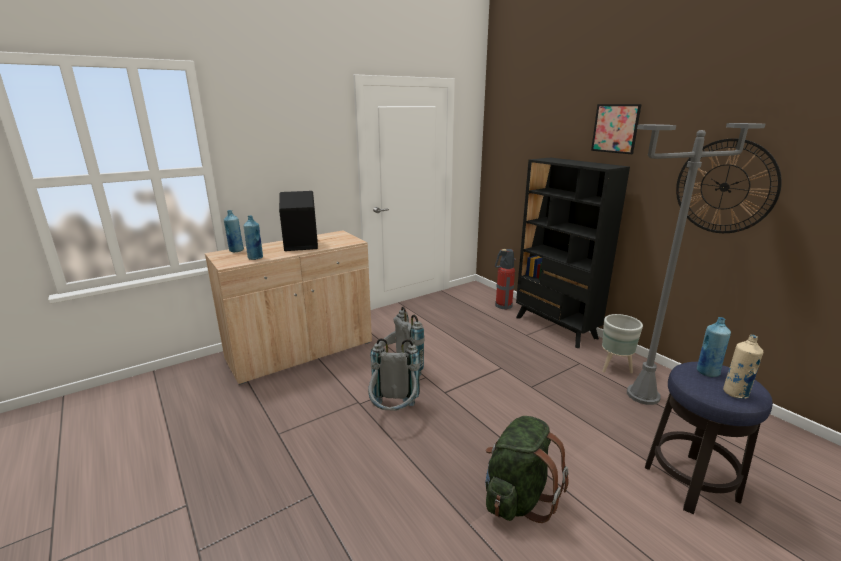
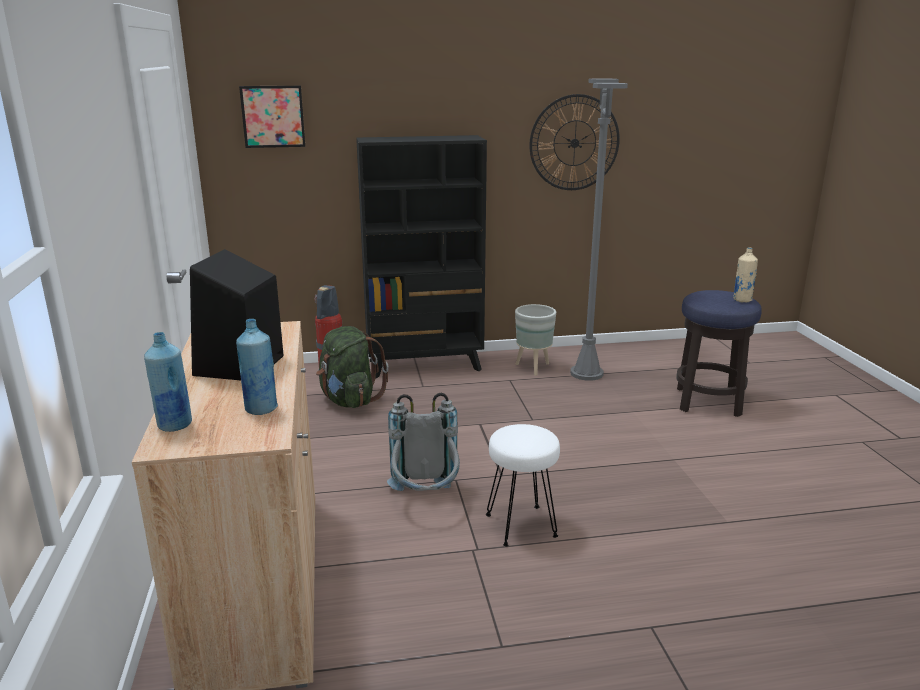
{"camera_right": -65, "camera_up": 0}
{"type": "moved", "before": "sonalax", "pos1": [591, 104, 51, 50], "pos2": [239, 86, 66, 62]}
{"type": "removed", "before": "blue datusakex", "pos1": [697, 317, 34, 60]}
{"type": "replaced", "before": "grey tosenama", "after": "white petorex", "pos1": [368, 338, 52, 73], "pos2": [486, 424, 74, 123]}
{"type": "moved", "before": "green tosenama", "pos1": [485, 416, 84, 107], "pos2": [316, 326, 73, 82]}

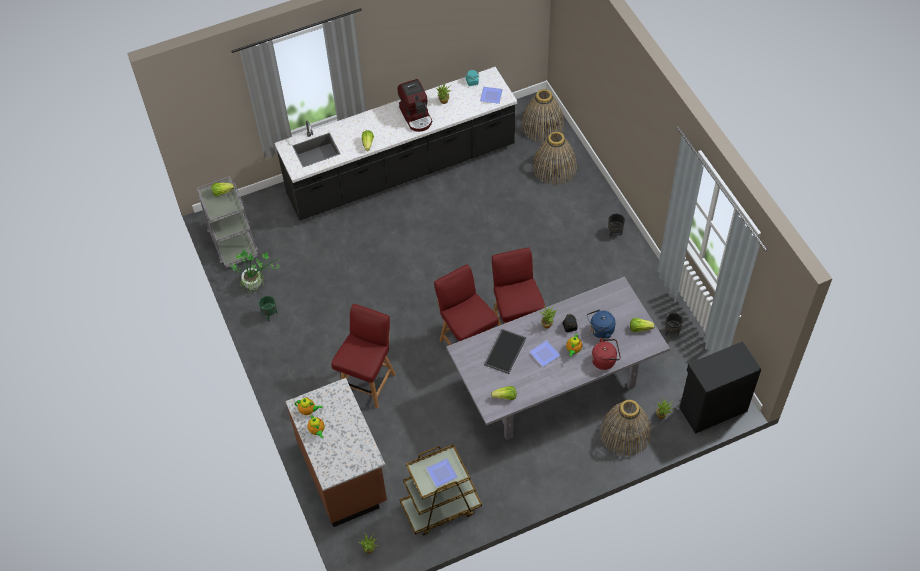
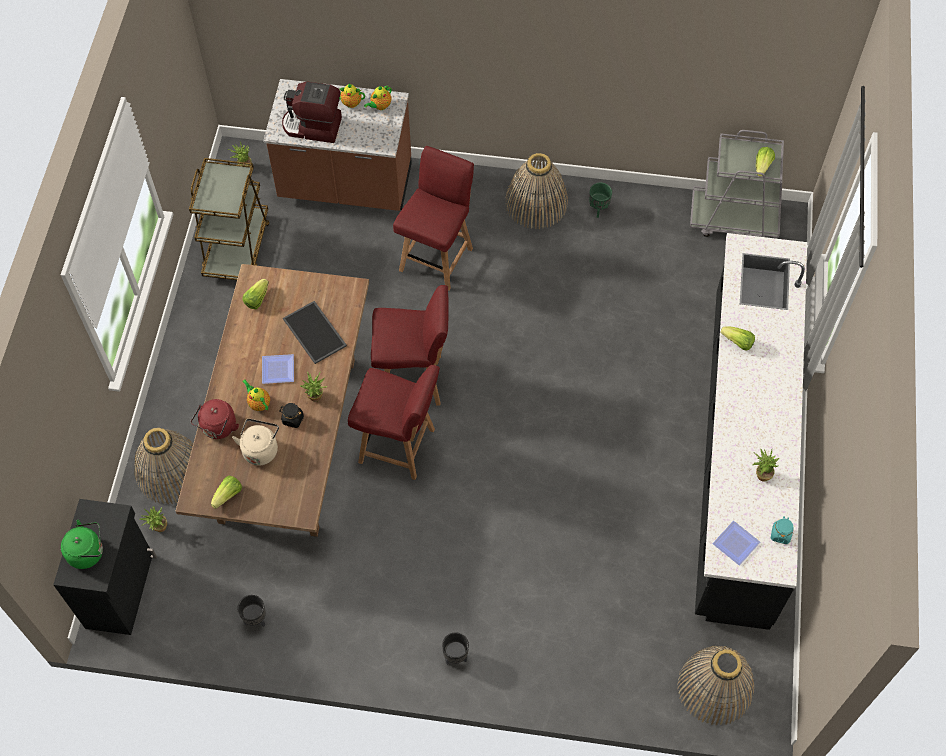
{"camera_right": 120, "camera_up": 5}
{"type": "moved", "before": "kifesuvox", "pos1": [398, 79, 34, 53], "pos2": [282, 82, 60, 61]}
{"type": "moved", "before": "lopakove", "pos1": [533, 132, 44, 54], "pos2": [505, 153, 63, 76]}
{"type": "removed", "before": "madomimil", "pos1": [230, 249, 50, 45]}
{"type": "recoloured", "before": "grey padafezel", "after": "brown padafezel", "pos1": [447, 277, 223, 163], "pos2": [176, 264, 193, 273]}
{"type": "turned", "before": "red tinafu", "pos1": [331, 304, 65, 105], "pos2": [393, 146, 81, 145], "turn": -120}
{"type": "recoloured", "before": "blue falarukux", "after": "beige falarukux", "pos1": [587, 309, 28, 29], "pos2": [232, 419, 47, 47]}
{"type": "removed", "before": "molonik", "pos1": [426, 458, 32, 29]}
{"type": "added", "after": "green falarukux", "pos2": [61, 520, 42, 49]}

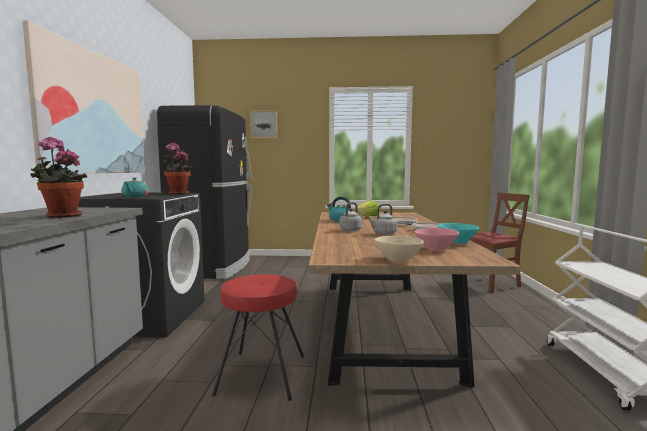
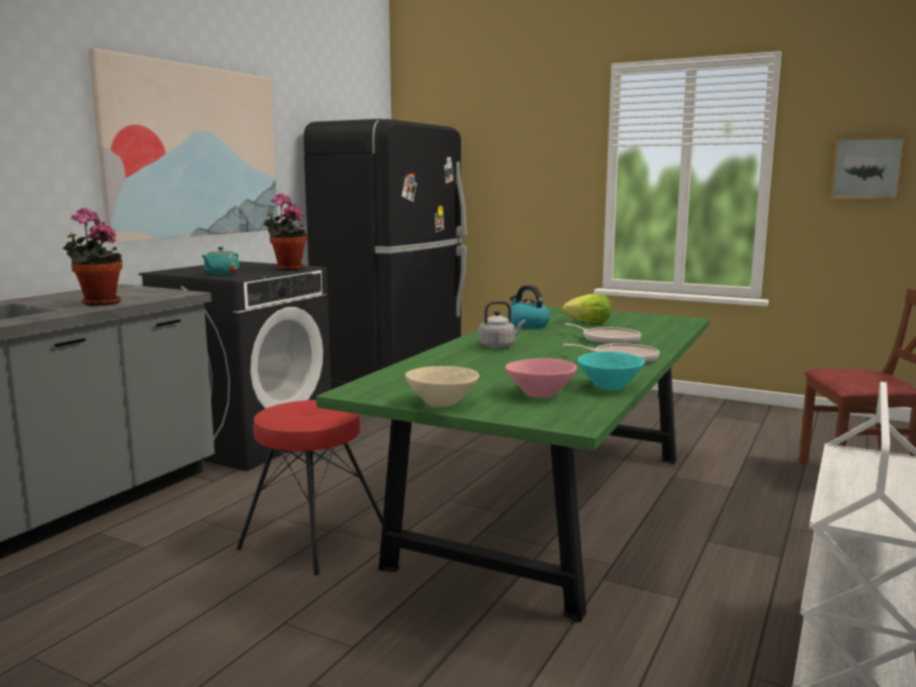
{"camera_right": 25, "camera_up": 5}
{"type": "moved", "before": "sonalax", "pos1": [250, 110, 28, 29], "pos2": [831, 136, 75, 63]}
{"type": "removed", "before": "grey falarukux", "pos1": [368, 204, 30, 31]}
{"type": "recoloured", "before": "brown padafezel", "after": "green padafezel", "pos1": [308, 212, 213, 175], "pos2": [316, 306, 394, 316]}

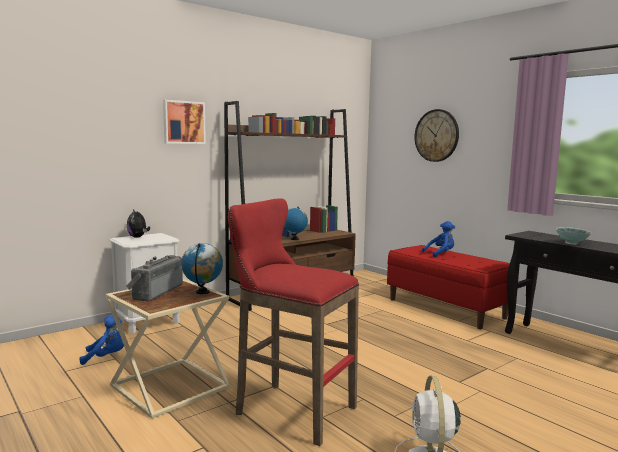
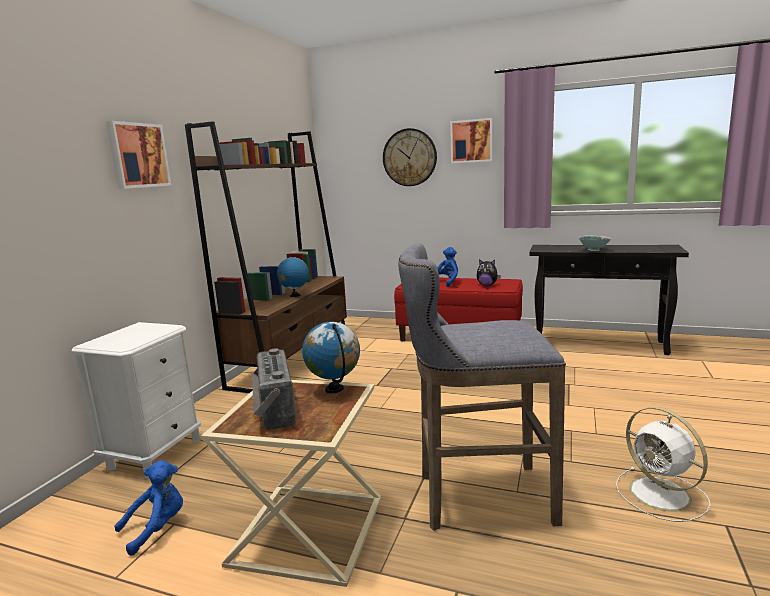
{"camera_right": -30, "camera_up": 5}
{"type": "recoloured", "before": "red petorex", "after": "grey petorex", "pos1": [228, 198, 131, 248], "pos2": [398, 243, 168, 288]}
{"type": "moved", "before": "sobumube", "pos1": [127, 209, 23, 29], "pos2": [477, 259, 24, 27]}
{"type": "added", "after": "sonalax", "pos2": [450, 118, 43, 45]}

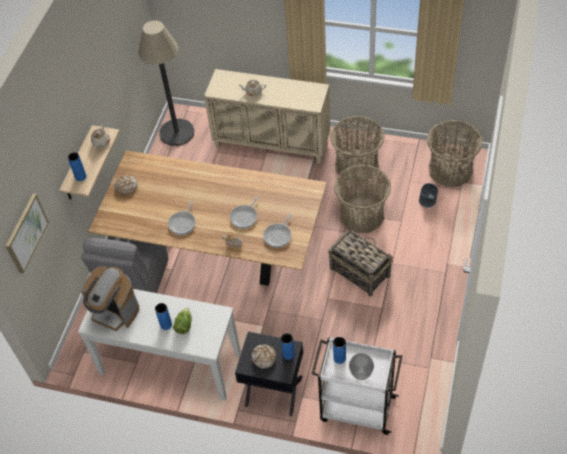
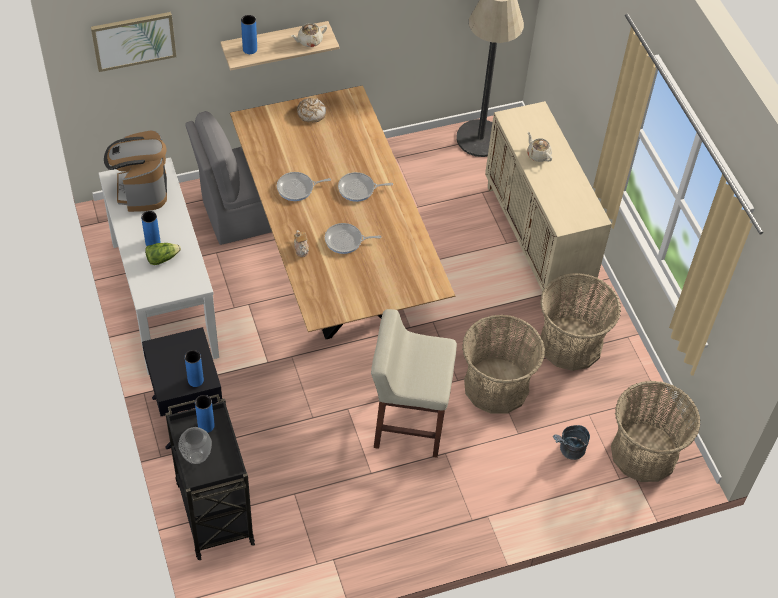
{"camera_right": 50, "camera_up": 0}
{"type": "moved", "before": "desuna", "pos1": [263, 214, 28, 33], "pos2": [338, 172, 55, 30]}
{"type": "replaced", "before": "lopakove", "after": "beige petorex", "pos1": [328, 227, 65, 70], "pos2": [371, 309, 86, 149]}
{"type": "recoloured", "before": "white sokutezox", "after": "black sokutezox", "pos1": [312, 337, 90, 98], "pos2": [165, 394, 90, 166]}
{"type": "removed", "before": "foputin", "pos1": [251, 345, 25, 24]}

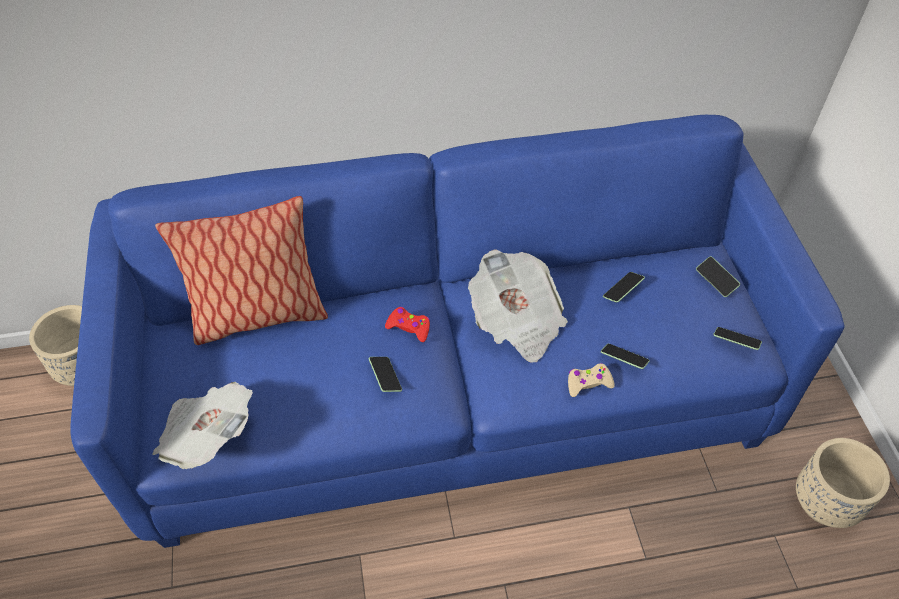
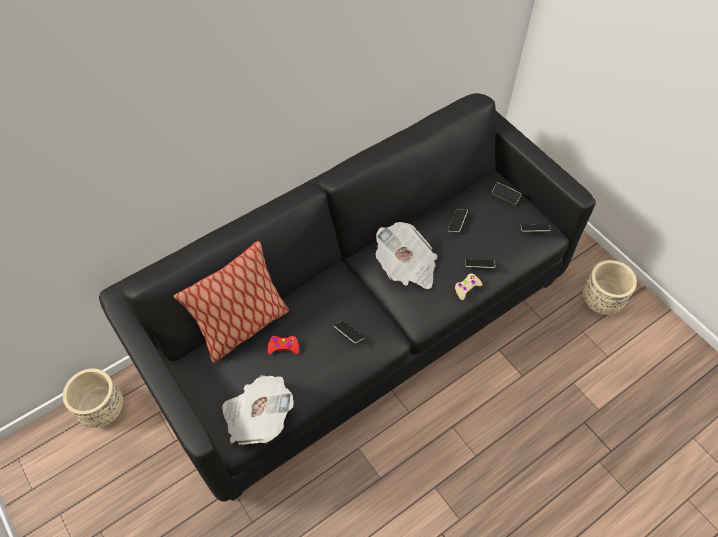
{"camera_right": -25, "camera_up": 5}
{"type": "recoloured", "before": "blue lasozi", "after": "black lasozi", "pos1": [70, 115, 775, 433], "pos2": [99, 93, 497, 409]}
{"type": "moved", "before": "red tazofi", "pos1": [385, 307, 45, 35], "pos2": [267, 336, 32, 18]}

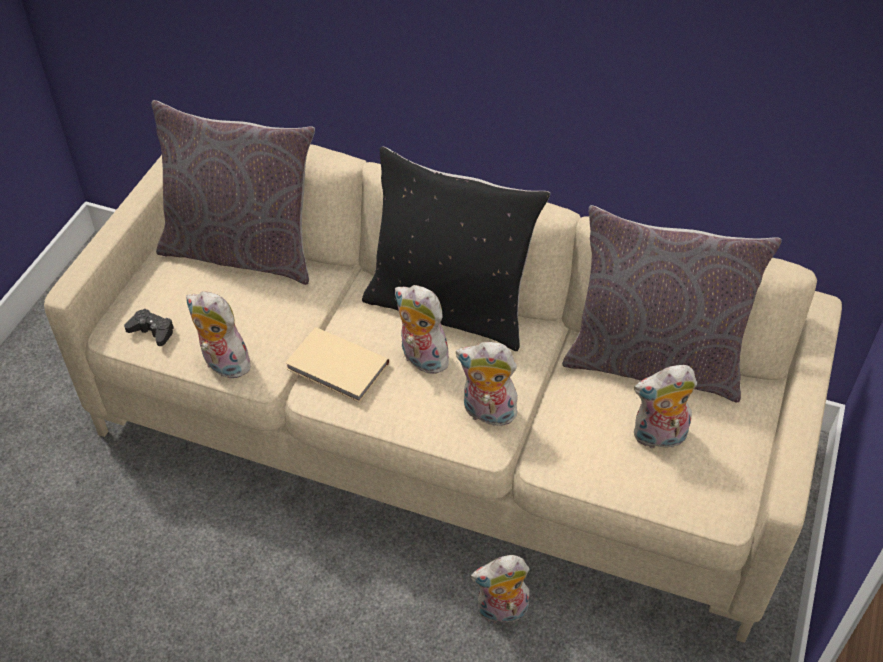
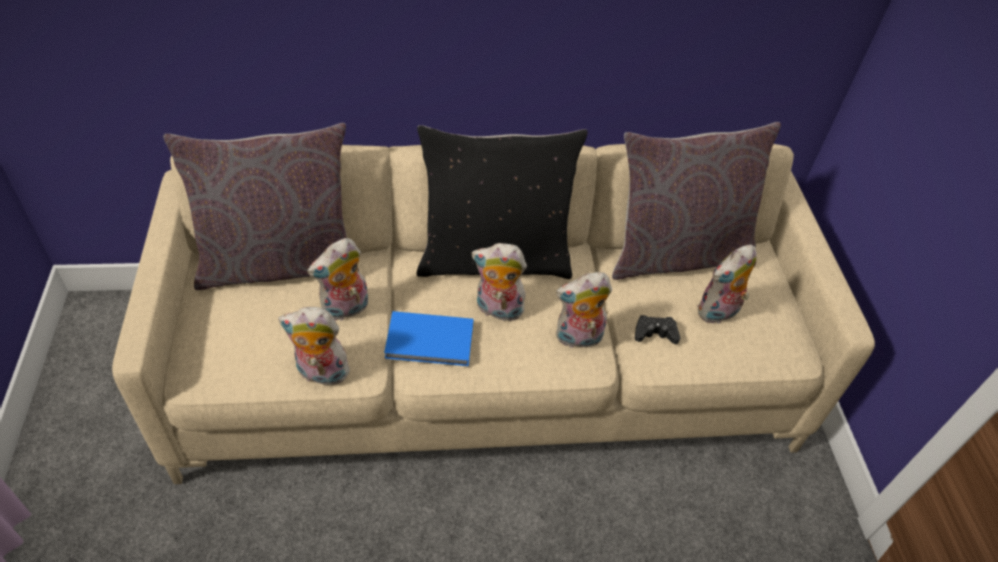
{"camera_right": -30, "camera_up": 0}
{"type": "moved", "before": "black tazofi", "pos1": [124, 308, 50, 38], "pos2": [635, 315, 45, 29]}
{"type": "recoloured", "before": "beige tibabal", "after": "blue tibabal", "pos1": [285, 327, 104, 76], "pos2": [384, 311, 90, 55]}
{"type": "moved", "before": "sobumube", "pos1": [471, 555, 59, 68], "pos2": [307, 238, 61, 84]}

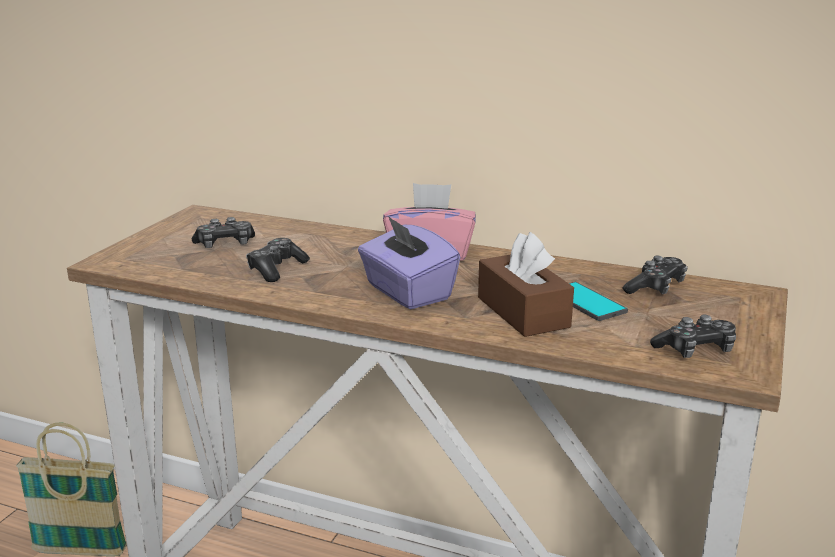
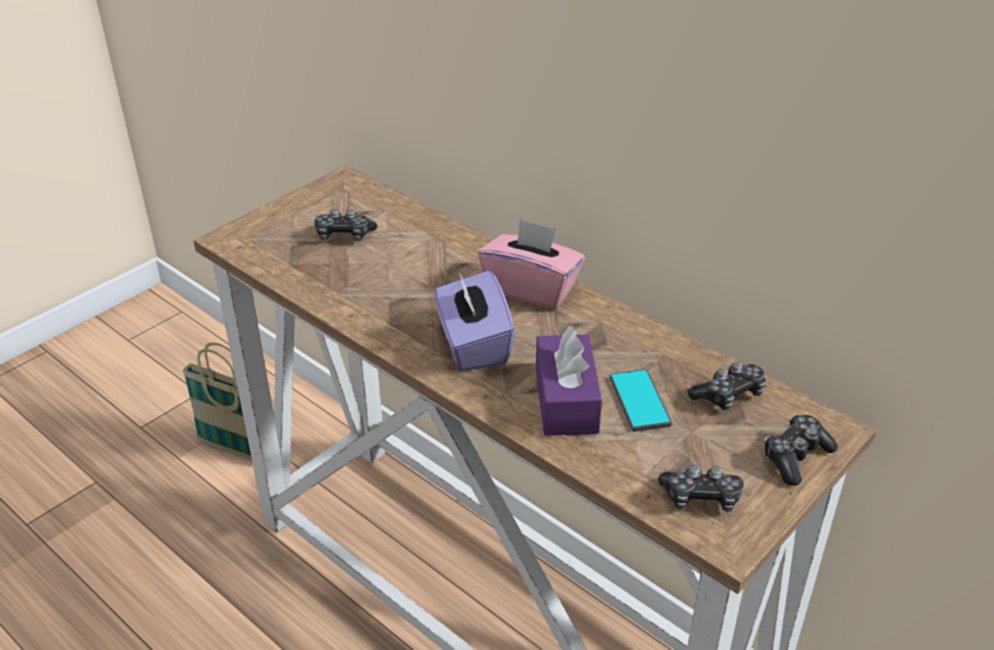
{"camera_right": 20, "camera_up": 15}
{"type": "recoloured", "before": "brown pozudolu", "after": "purple pozudolu", "pos1": [478, 232, 96, 105], "pos2": [536, 326, 66, 110]}
{"type": "moved", "before": "tazofi", "pos1": [246, 238, 64, 44], "pos2": [764, 415, 74, 71]}

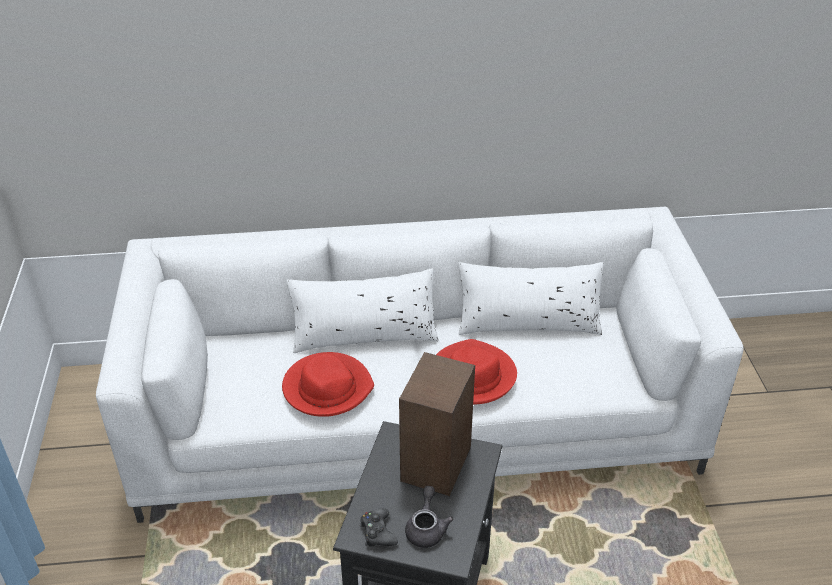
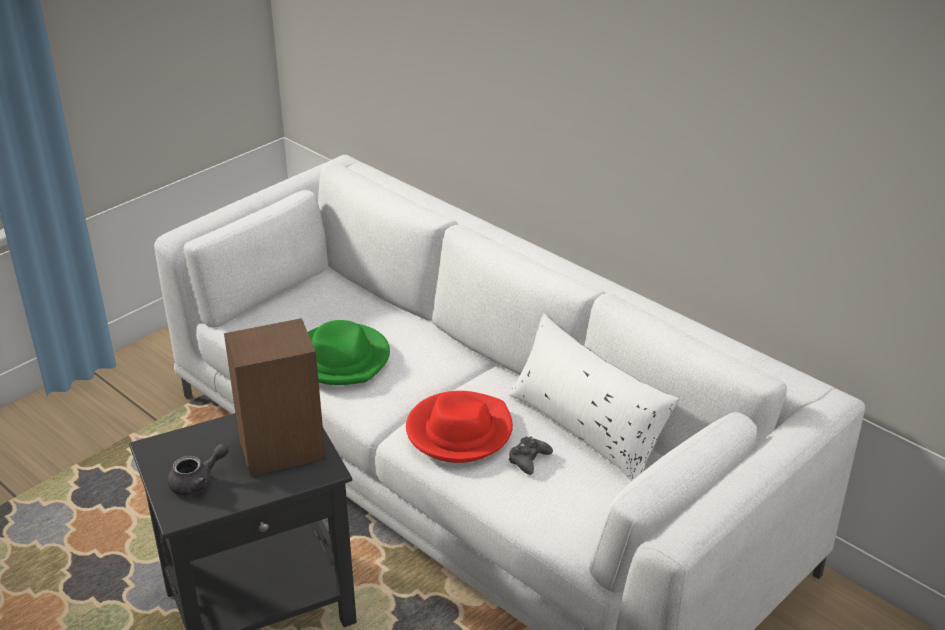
{"camera_right": 50, "camera_up": -5}
{"type": "removed", "before": "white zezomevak", "pos1": [286, 268, 152, 85]}
{"type": "recoloured", "before": "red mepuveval", "after": "green mepuveval", "pos1": [282, 352, 92, 65], "pos2": [308, 320, 82, 65]}
{"type": "moved", "before": "black tazofi", "pos1": [360, 508, 38, 39], "pos2": [508, 437, 45, 38]}

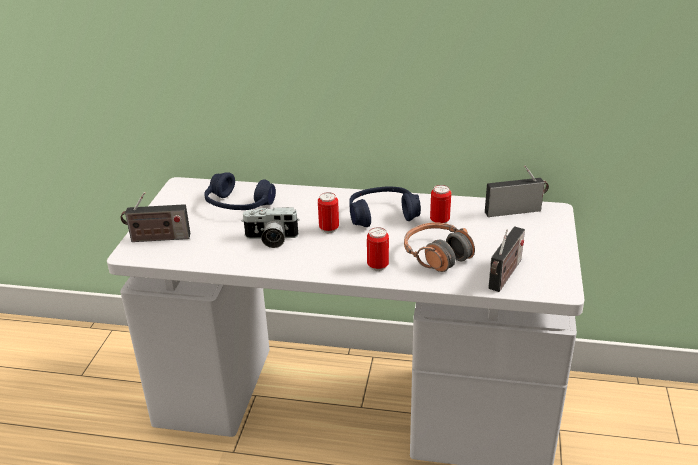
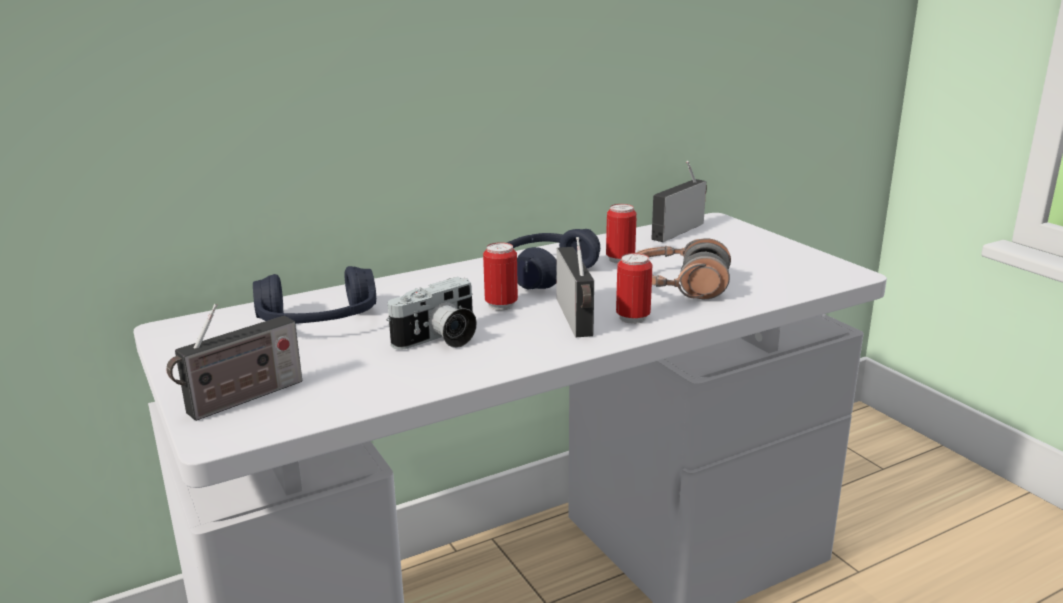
{"camera_right": -40, "camera_up": -10}
{"type": "moved", "before": "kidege", "pos1": [488, 226, 37, 66], "pos2": [557, 237, 37, 100]}

